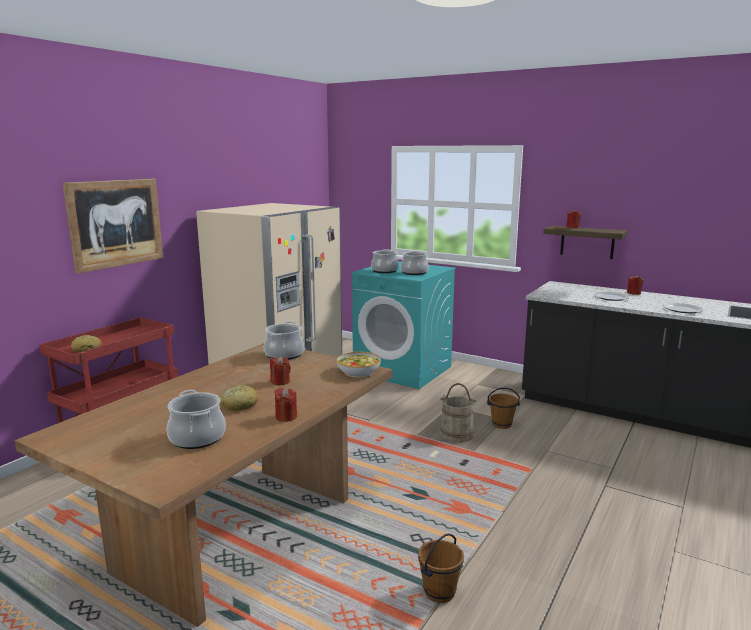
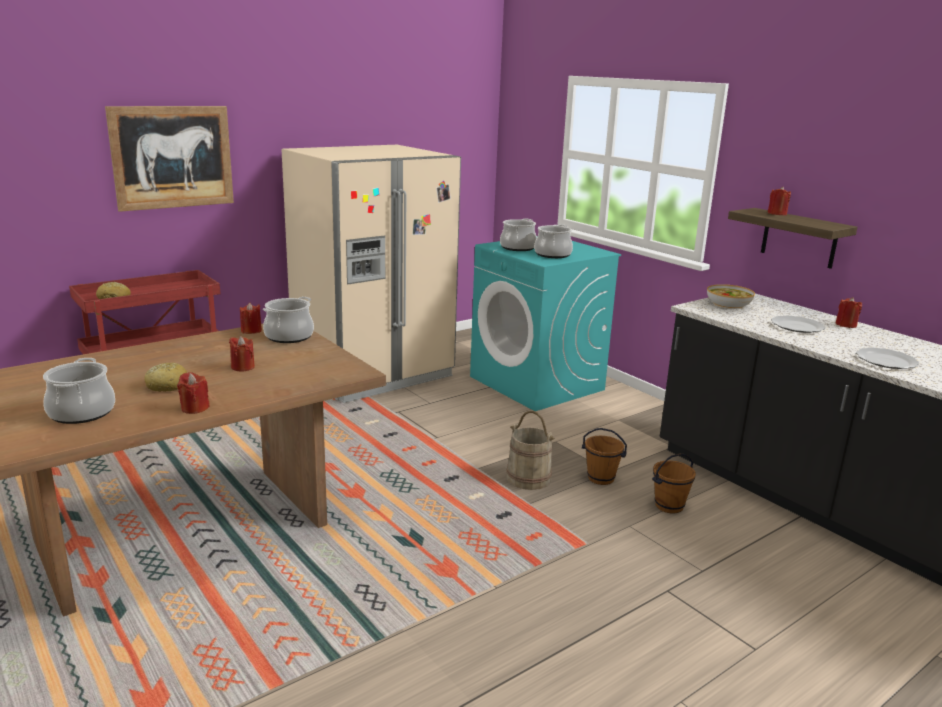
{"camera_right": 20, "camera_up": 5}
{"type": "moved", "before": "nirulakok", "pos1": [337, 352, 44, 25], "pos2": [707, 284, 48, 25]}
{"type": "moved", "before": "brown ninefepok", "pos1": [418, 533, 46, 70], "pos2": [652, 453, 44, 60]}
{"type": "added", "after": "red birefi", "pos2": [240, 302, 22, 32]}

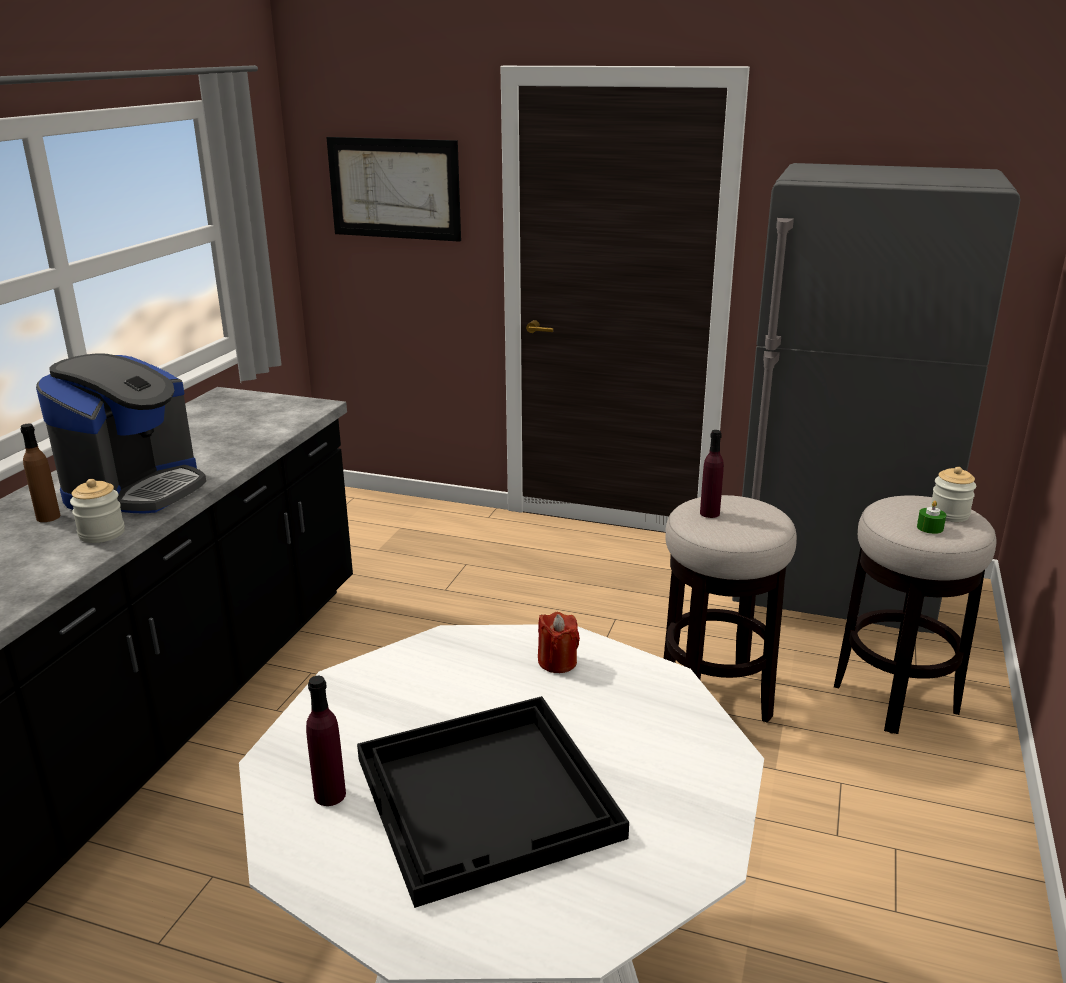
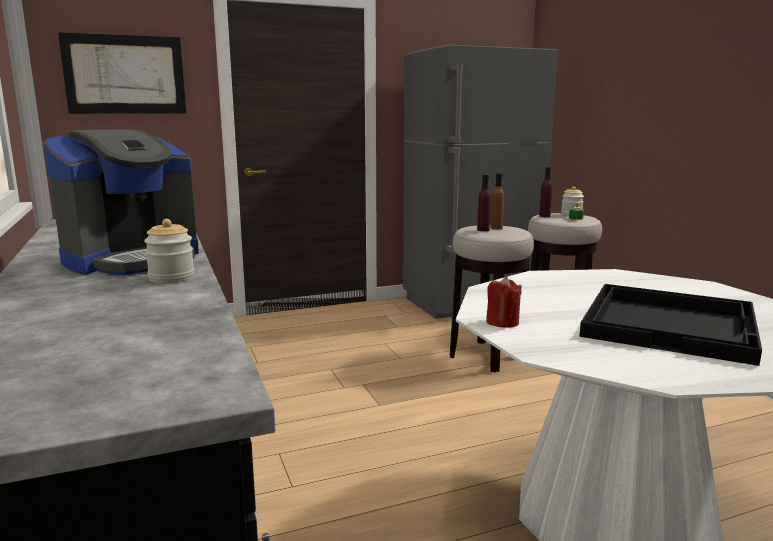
{"camera_right": -40, "camera_up": -10}
{"type": "turned", "before": "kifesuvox", "pos1": [36, 353, 170, 161], "pos2": [43, 129, 156, 146], "turn": 60}
{"type": "moved", "before": "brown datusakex", "pos1": [20, 424, 40, 98], "pos2": [490, 173, 14, 56]}
{"type": "moved", "before": "red birefi", "pos1": [538, 612, 42, 61], "pos2": [486, 276, 36, 52]}
{"type": "moved", "before": "purple datusakex", "pos1": [306, 676, 40, 130], "pos2": [539, 167, 13, 50]}

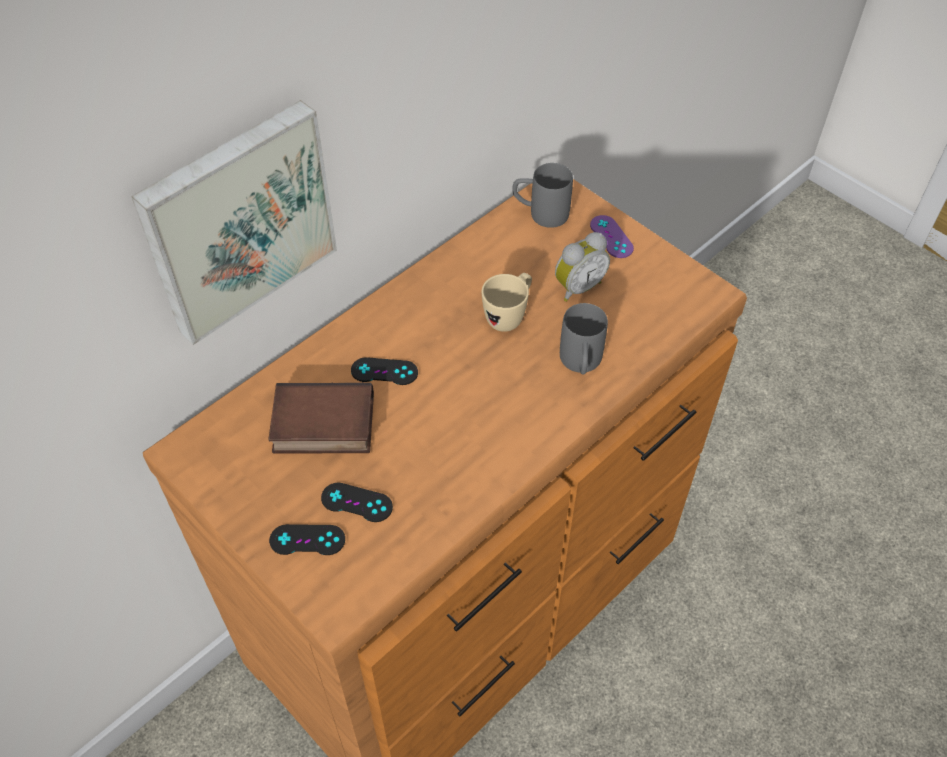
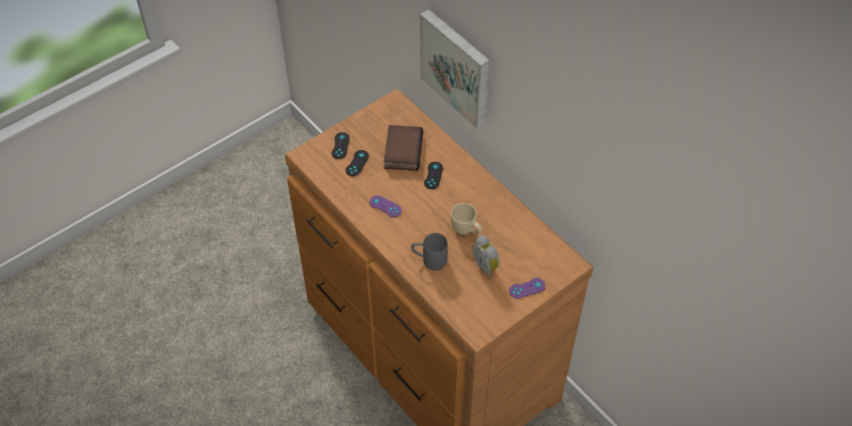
{"camera_right": 95, "camera_up": 0}
{"type": "removed", "before": "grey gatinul", "pos1": [512, 163, 61, 65]}
{"type": "added", "after": "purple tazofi", "pos2": [369, 195, 33, 22]}

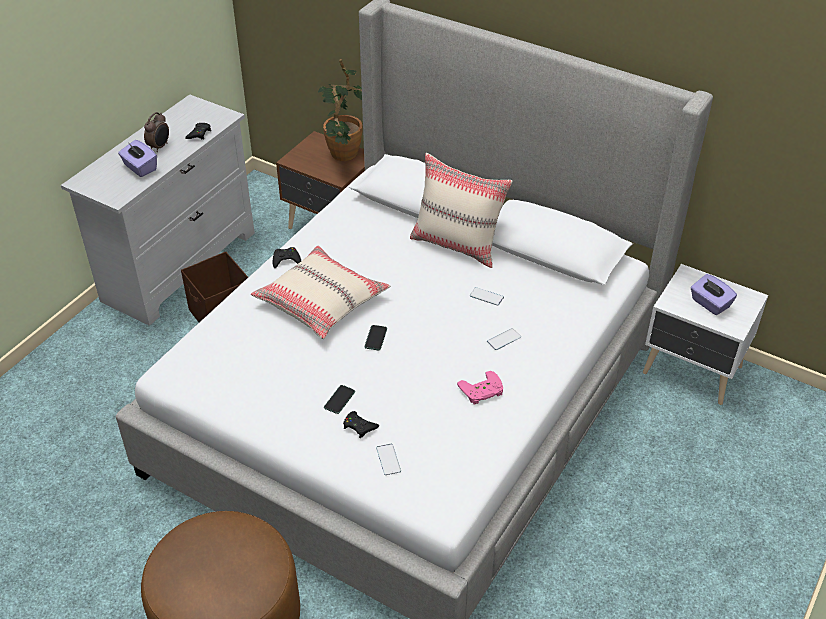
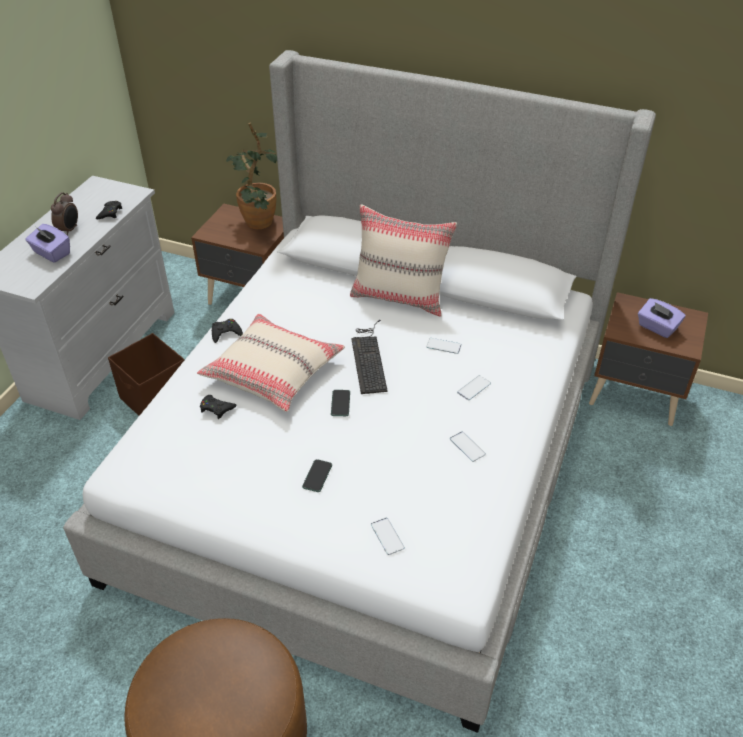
{"camera_right": -10, "camera_up": 0}
{"type": "recoloured", "before": "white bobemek", "after": "brown bobemek", "pos1": [643, 264, 125, 141], "pos2": [589, 292, 119, 134]}
{"type": "replaced", "before": "pink tazofi", "after": "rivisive", "pos1": [457, 371, 46, 34], "pos2": [450, 431, 36, 31]}
{"type": "moved", "before": "black tazofi", "pos1": [343, 411, 36, 27], "pos2": [200, 395, 36, 24]}
{"type": "added", "after": "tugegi", "pos2": [351, 320, 37, 74]}

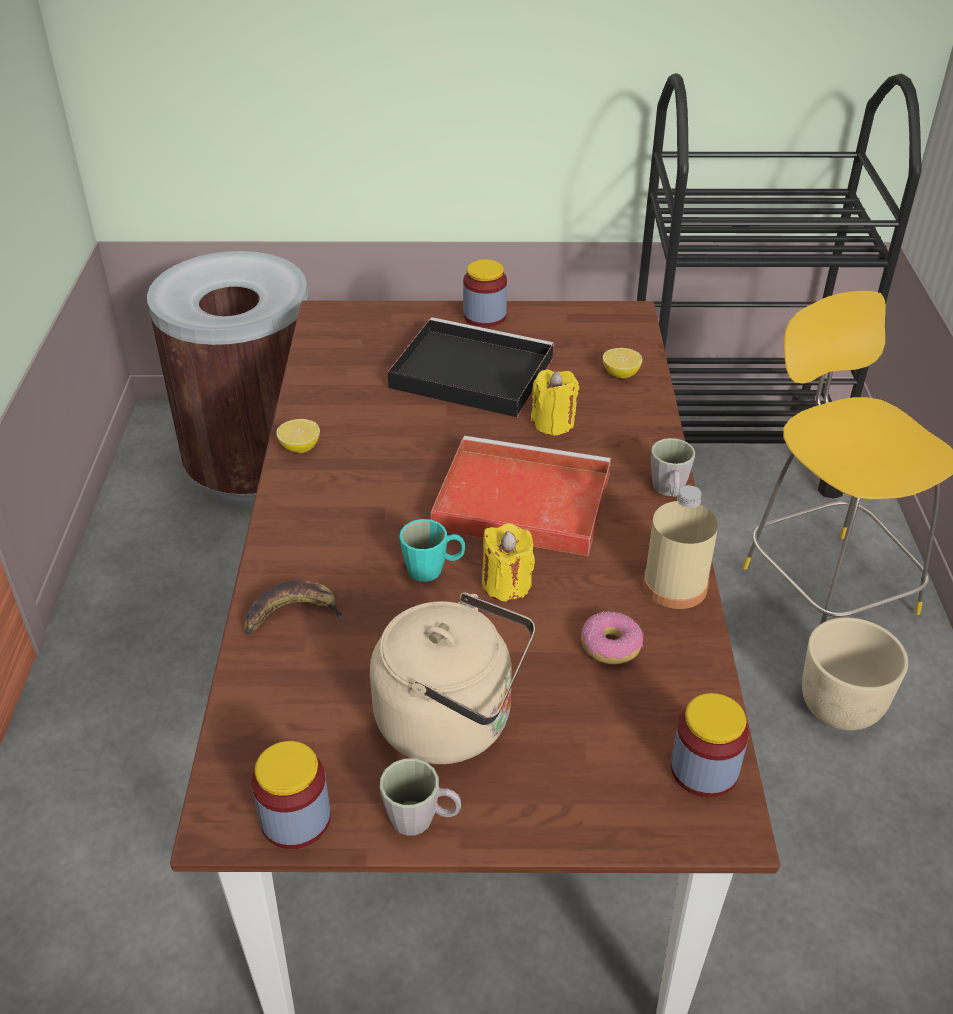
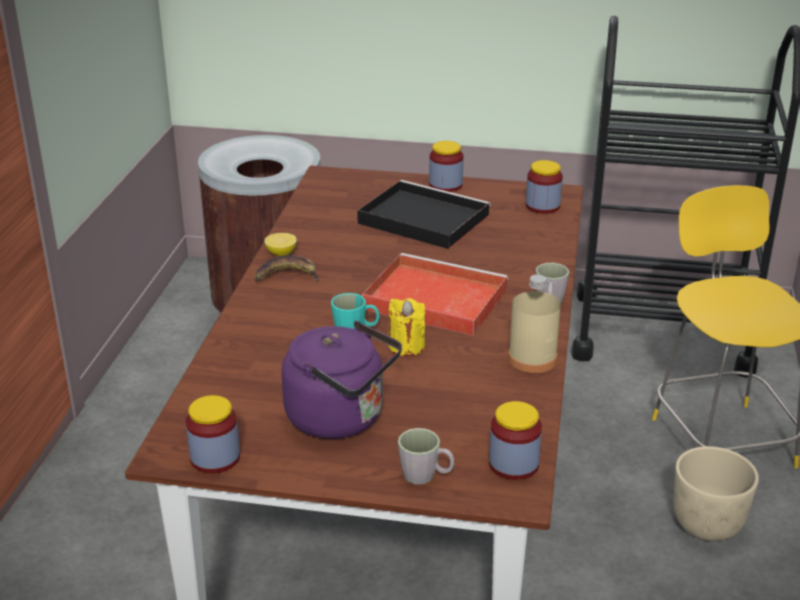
{"camera_right": 10, "camera_up": -10}
{"type": "removed", "before": "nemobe", "pos1": [603, 348, 39, 31]}
{"type": "removed", "before": "yellow birefi", "pos1": [531, 370, 48, 66]}
{"type": "moved", "before": "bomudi", "pos1": [244, 580, 101, 54], "pos2": [255, 255, 65, 27]}
{"type": "recoloured", "before": "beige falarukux", "after": "purple falarukux", "pos1": [370, 593, 165, 171], "pos2": [282, 321, 120, 118]}
{"type": "removed", "before": "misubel", "pos1": [581, 611, 62, 53]}
{"type": "moved", "before": "grey gatinul", "pos1": [380, 758, 81, 78], "pos2": [398, 428, 56, 57]}
{"type": "added", "after": "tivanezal", "pos2": [526, 160, 37, 54]}

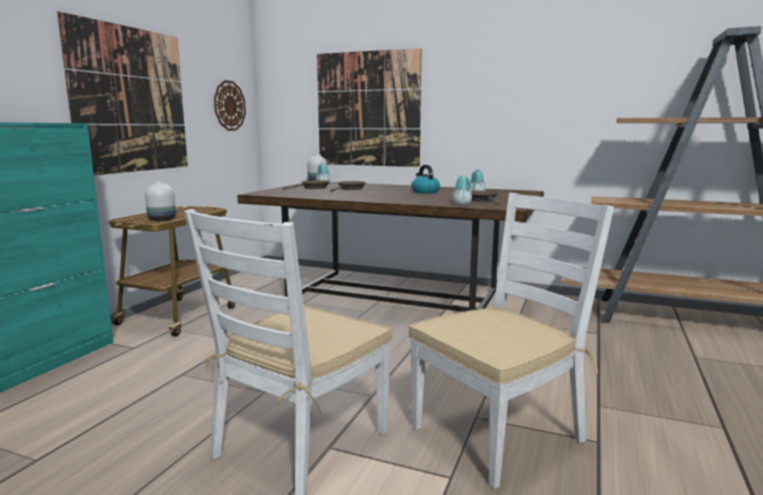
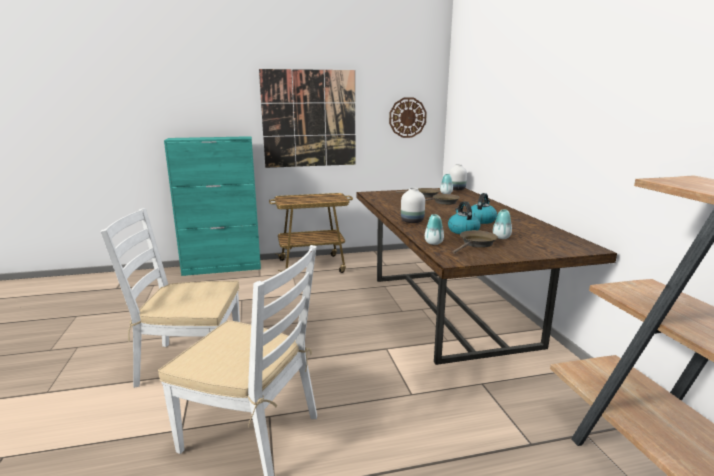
{"camera_right": 55, "camera_up": 5}
{"type": "removed", "before": "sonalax", "pos1": [317, 48, 105, 119]}
{"type": "moved", "before": "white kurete", "pos1": [145, 181, 31, 40], "pos2": [401, 188, 24, 35]}
{"type": "added", "after": "falarukux", "pos2": [448, 201, 32, 33]}

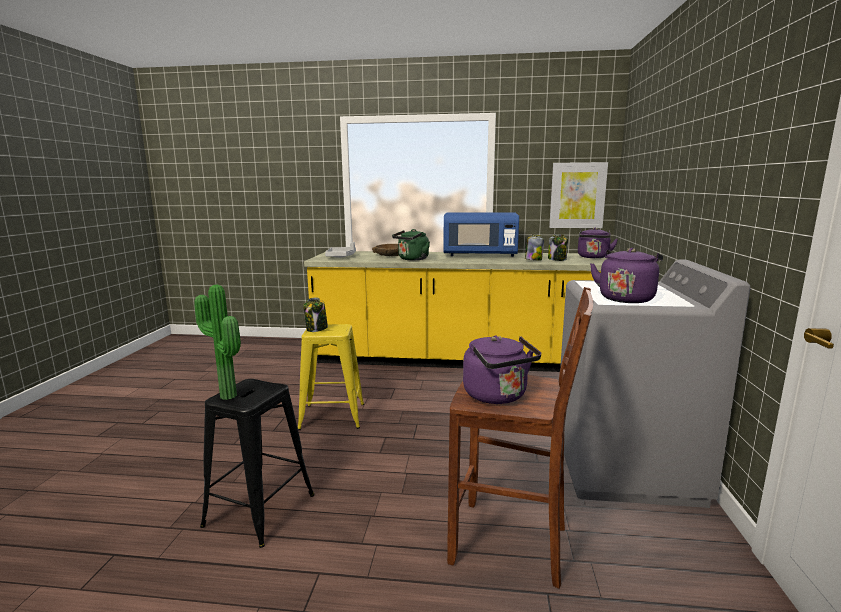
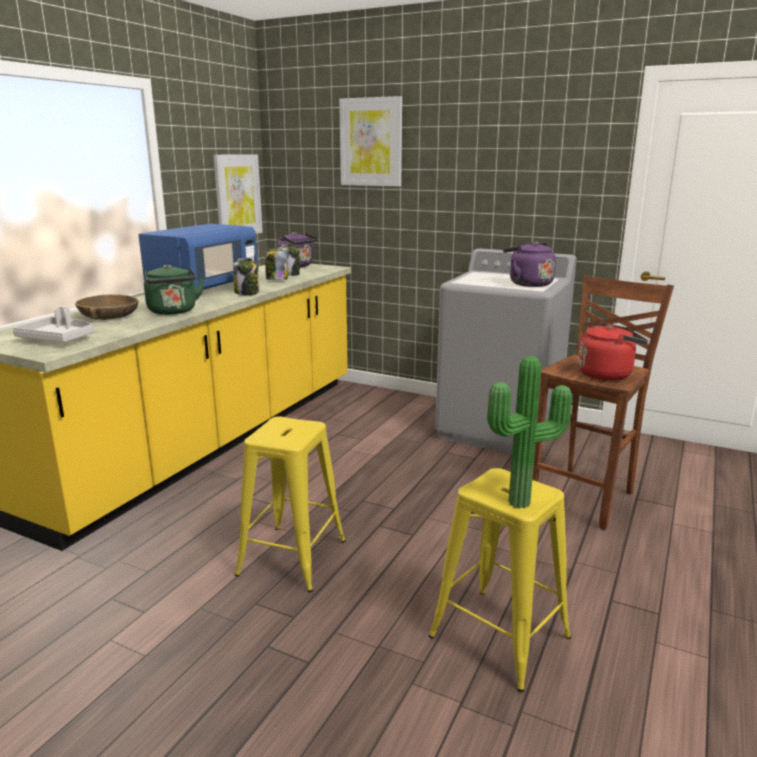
{"camera_right": -70, "camera_up": 5}
{"type": "moved", "before": "tivanezal", "pos1": [303, 297, 25, 35], "pos2": [233, 258, 26, 37]}
{"type": "recoloured", "before": "purple falarukux", "after": "red falarukux", "pos1": [463, 336, 78, 68], "pos2": [578, 322, 70, 58]}
{"type": "recoloured", "before": "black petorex", "after": "yellow petorex", "pos1": [200, 379, 115, 169], "pos2": [429, 468, 142, 224]}
{"type": "added", "after": "sonalax", "pos2": [339, 96, 63, 90]}

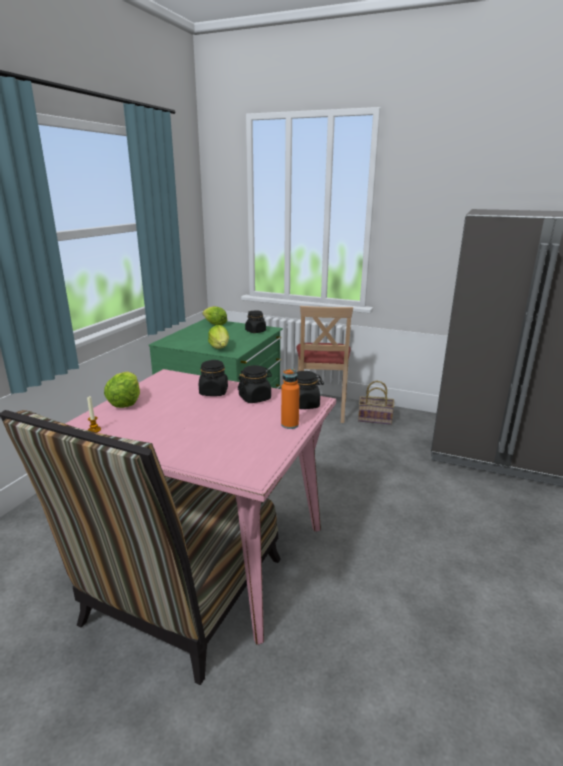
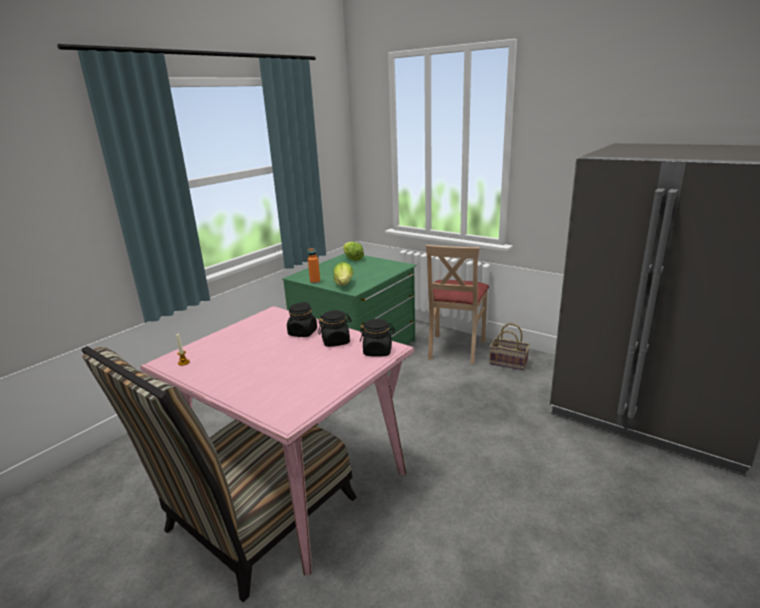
{"camera_right": 15, "camera_up": 0}
{"type": "removed", "before": "black tivanezal", "pos1": [245, 310, 21, 23]}
{"type": "moved", "before": "orange datusakex", "pos1": [281, 369, 19, 60], "pos2": [308, 248, 12, 36]}
{"type": "removed", "before": "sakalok", "pos1": [104, 371, 36, 37]}

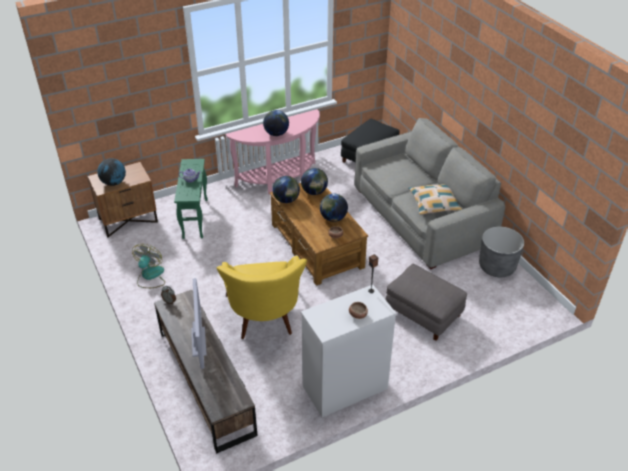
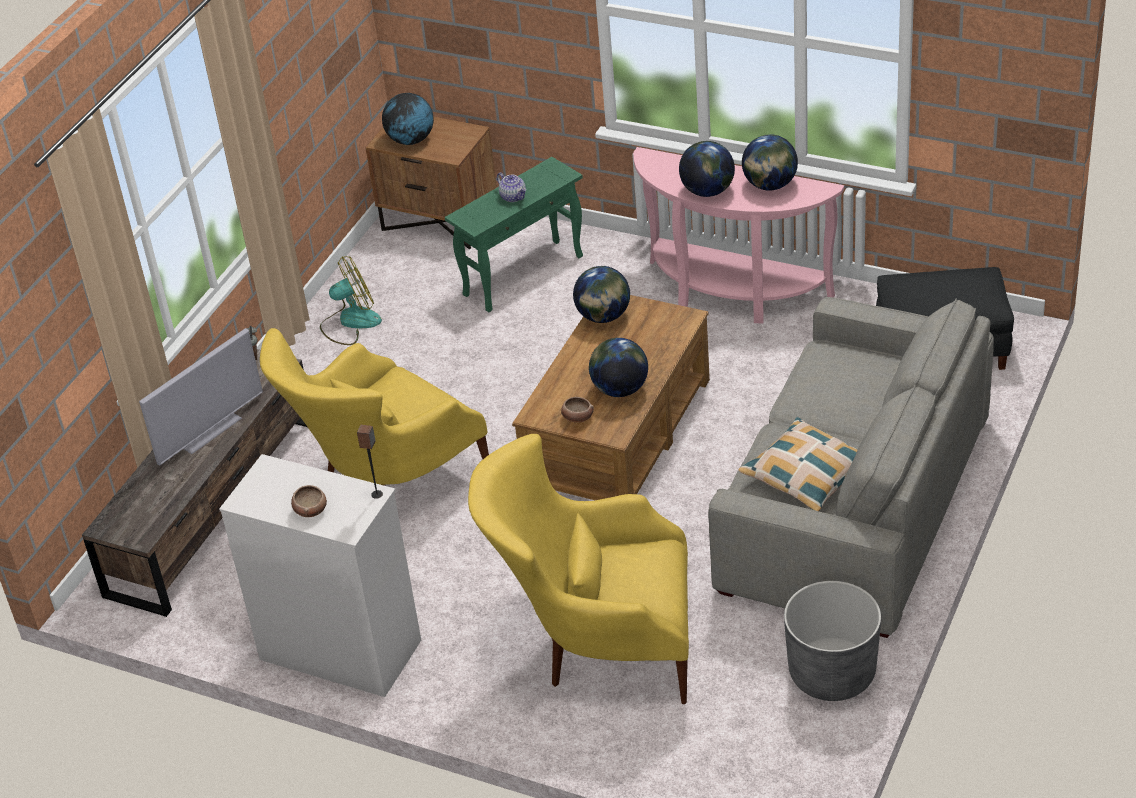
{"camera_right": 55, "camera_up": 0}
{"type": "moved", "before": "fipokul", "pos1": [301, 168, 27, 27], "pos2": [742, 134, 56, 57]}
{"type": "replaced", "before": "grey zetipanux", "after": "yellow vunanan", "pos1": [385, 263, 82, 78], "pos2": [468, 434, 221, 270]}

